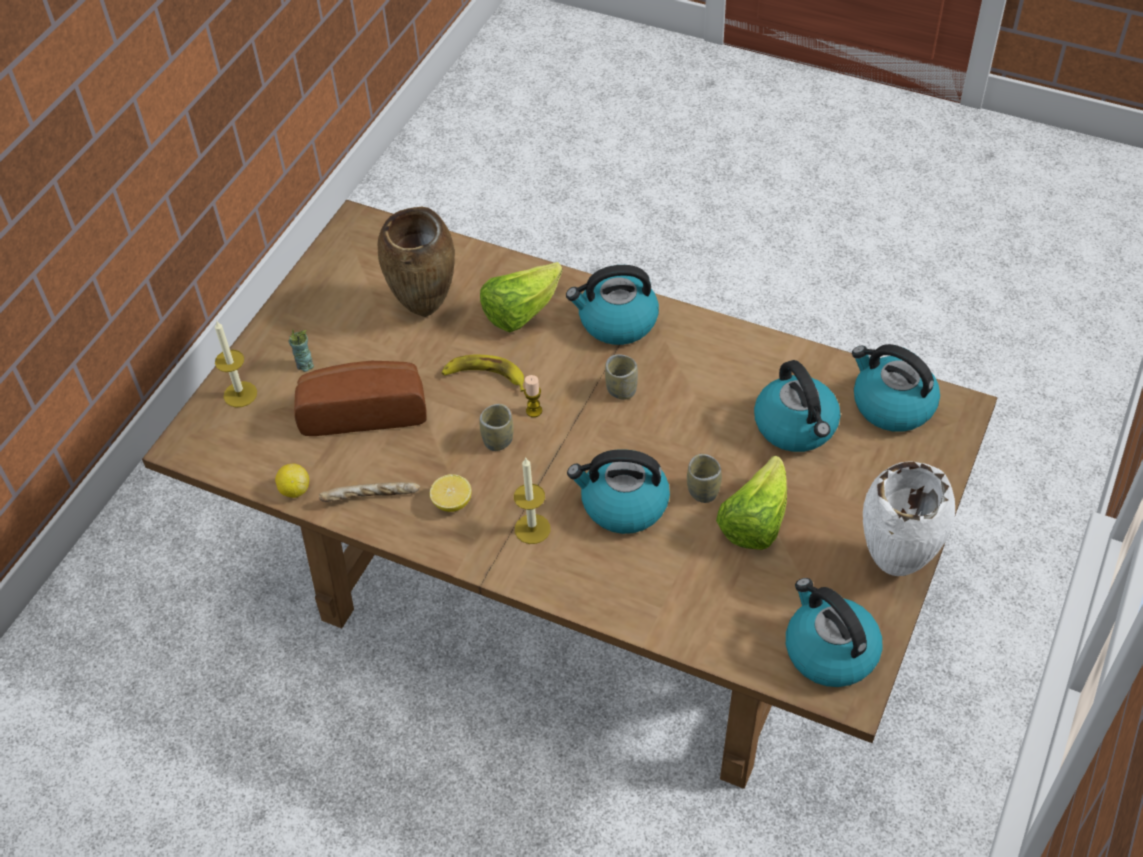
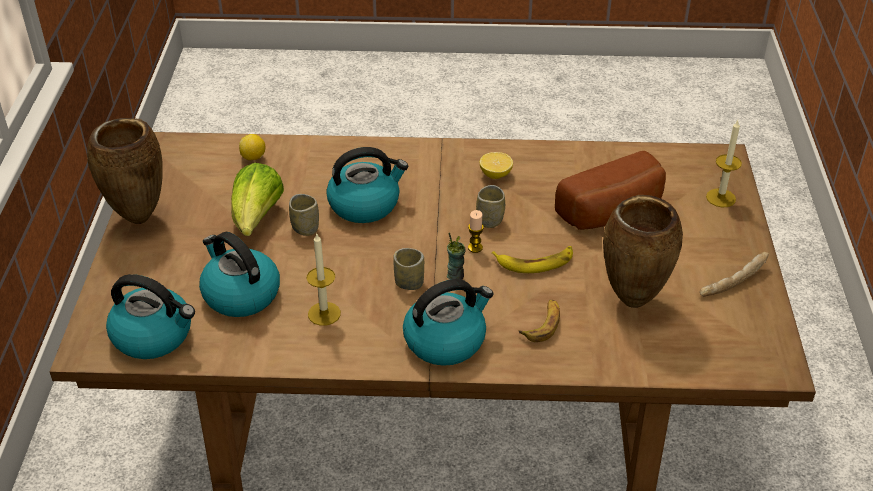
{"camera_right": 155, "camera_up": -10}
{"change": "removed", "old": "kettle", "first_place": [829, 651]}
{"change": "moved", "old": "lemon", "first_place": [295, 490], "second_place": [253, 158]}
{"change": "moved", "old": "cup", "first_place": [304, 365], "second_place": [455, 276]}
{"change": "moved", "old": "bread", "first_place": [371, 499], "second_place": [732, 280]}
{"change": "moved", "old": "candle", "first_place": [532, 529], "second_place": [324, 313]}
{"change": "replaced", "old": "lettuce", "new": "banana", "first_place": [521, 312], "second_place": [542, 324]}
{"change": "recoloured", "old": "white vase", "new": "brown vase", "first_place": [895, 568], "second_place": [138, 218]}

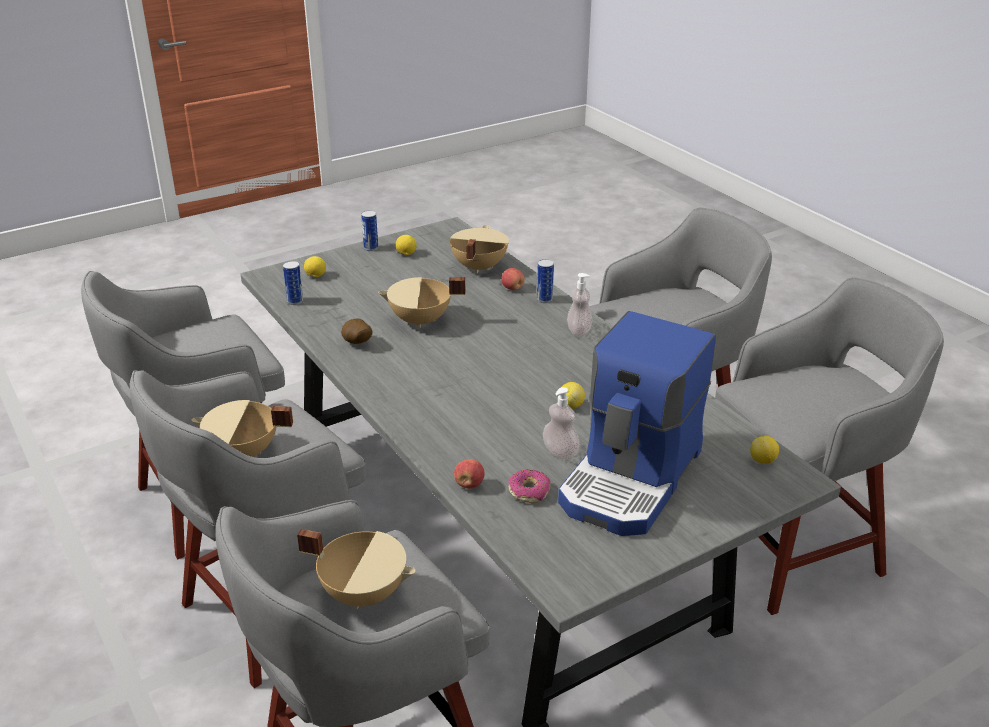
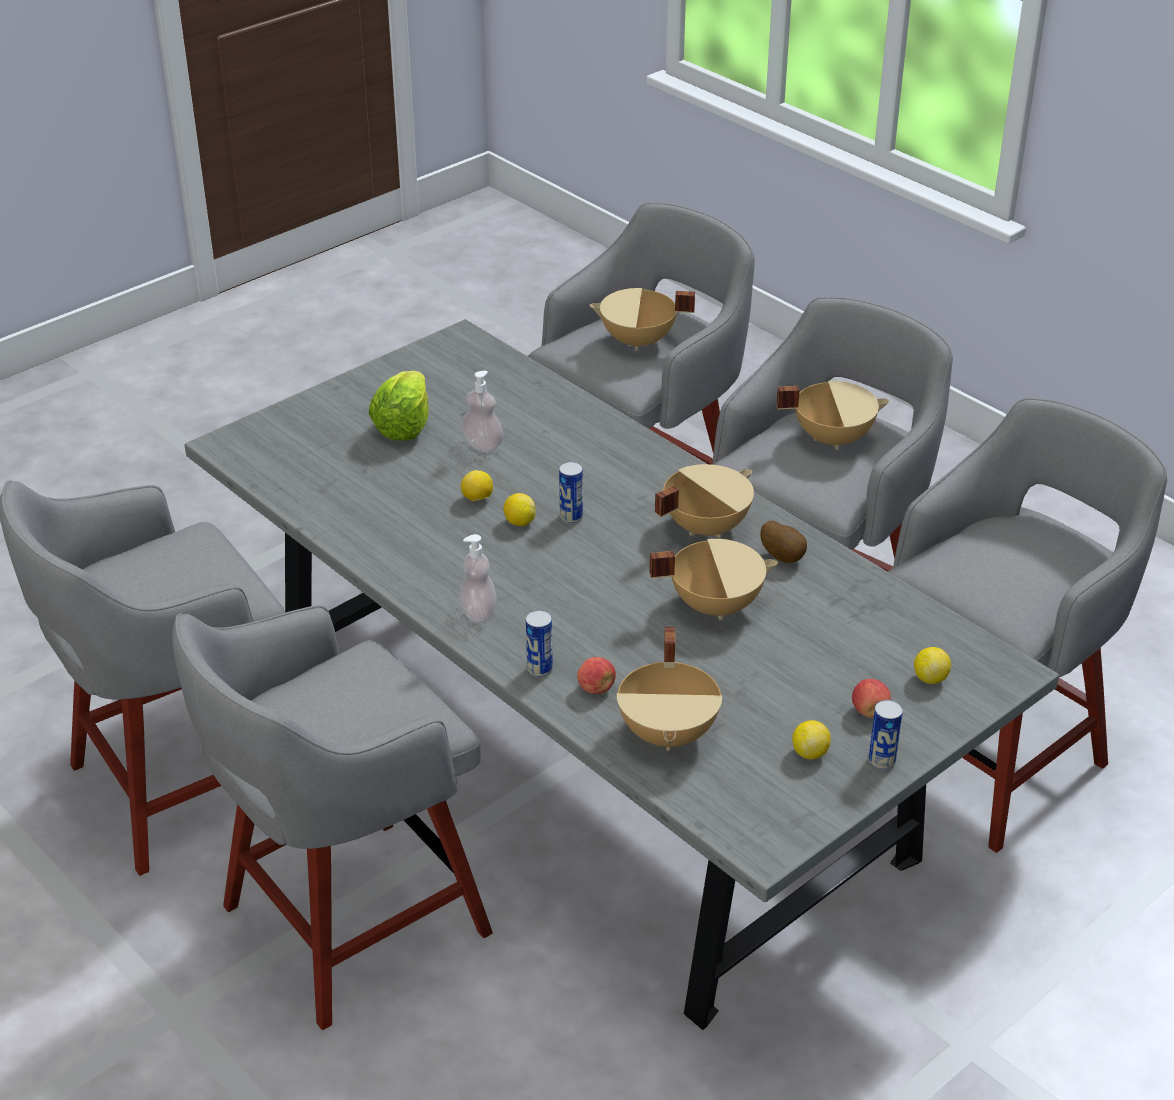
{"camera_right": 170, "camera_up": 5}
{"change": "removed", "old": "donut", "first_place": [529, 491]}
{"change": "added", "new": "beige cooking pot", "second_place": [704, 527]}
{"change": "moved", "old": "can", "first_place": [295, 301], "second_place": [571, 517]}
{"change": "moved", "old": "apple", "first_place": [469, 484], "second_place": [869, 711]}
{"change": "moved", "old": "lemon", "first_place": [762, 461], "second_place": [519, 522]}
{"change": "replaced", "old": "coffee machine", "new": "lettuce", "first_place": [632, 479], "second_place": [404, 426]}

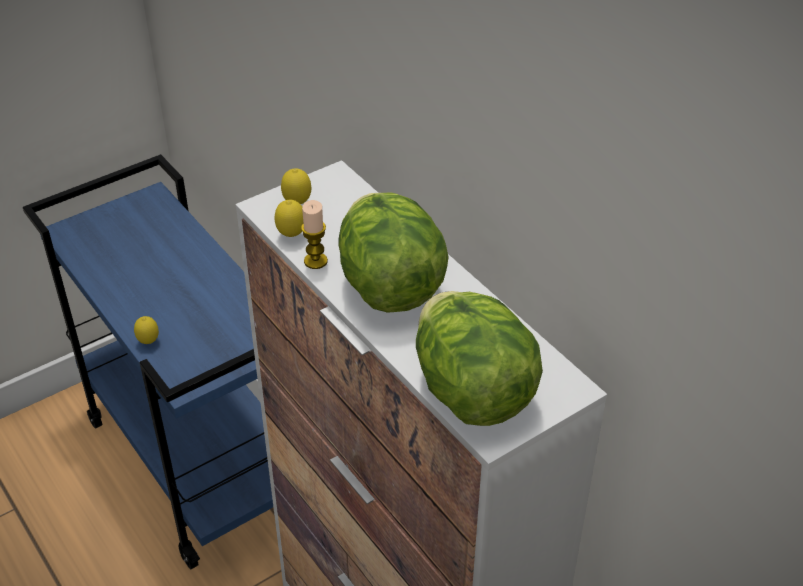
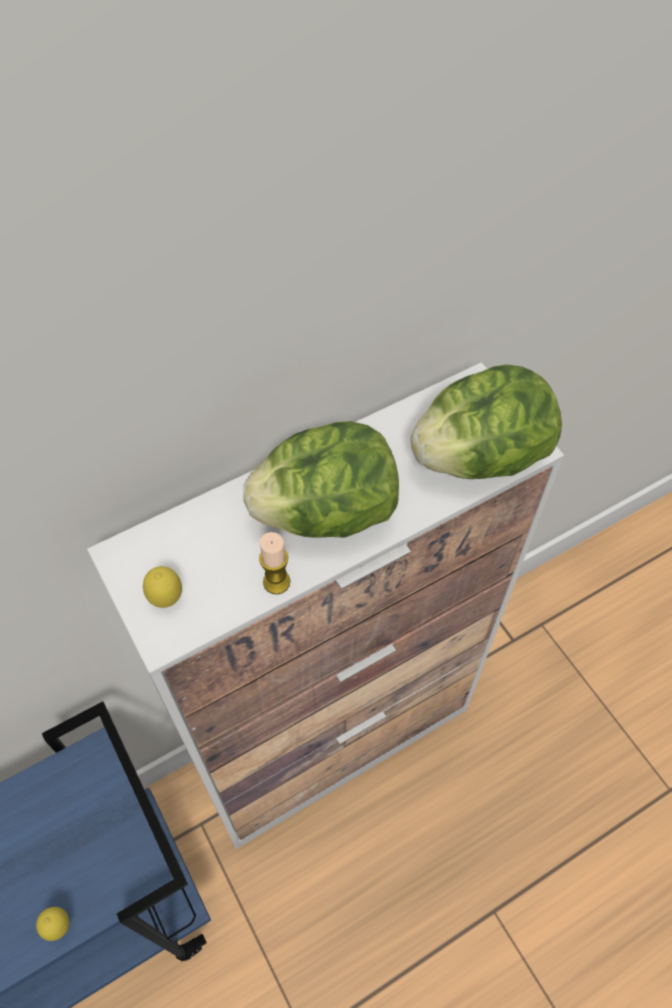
{"camera_right": -85, "camera_up": 15}
{"change": "removed", "old": "lemon", "first_place": [291, 236]}

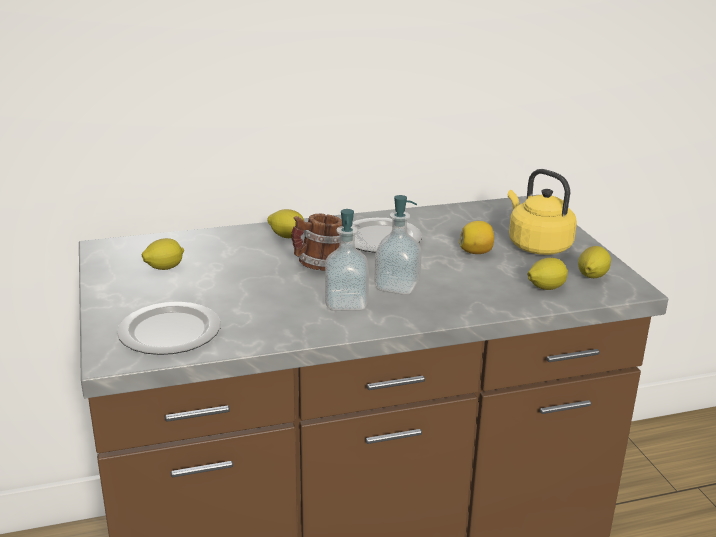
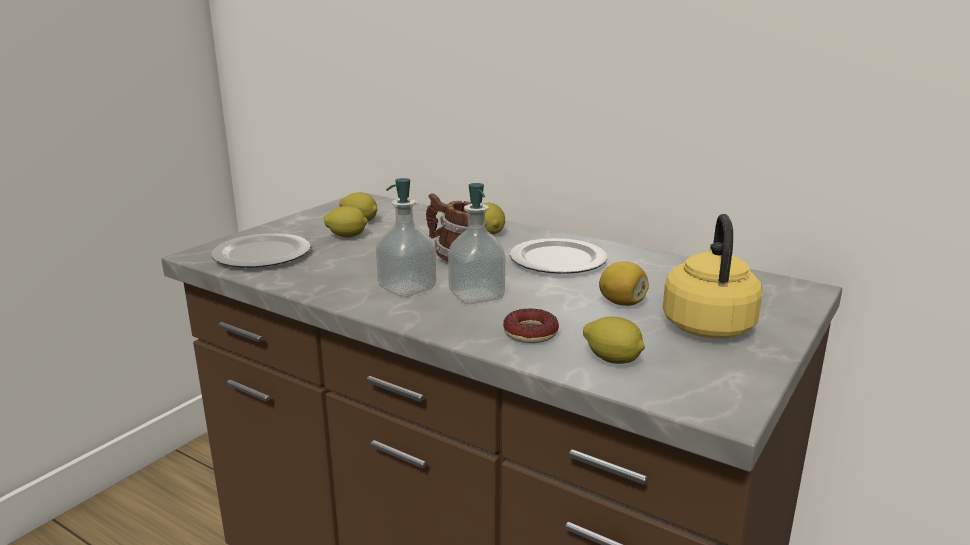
{"camera_right": 50, "camera_up": -5}
{"change": "added", "new": "donut", "second_place": [530, 333]}
{"change": "moved", "old": "lemon", "first_place": [591, 276], "second_place": [347, 236]}

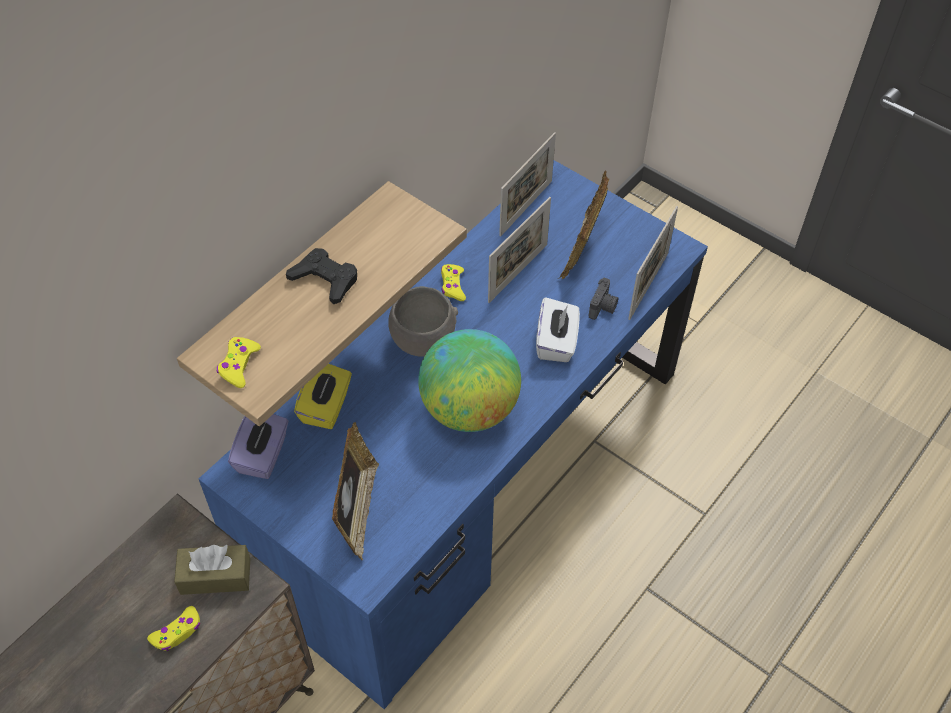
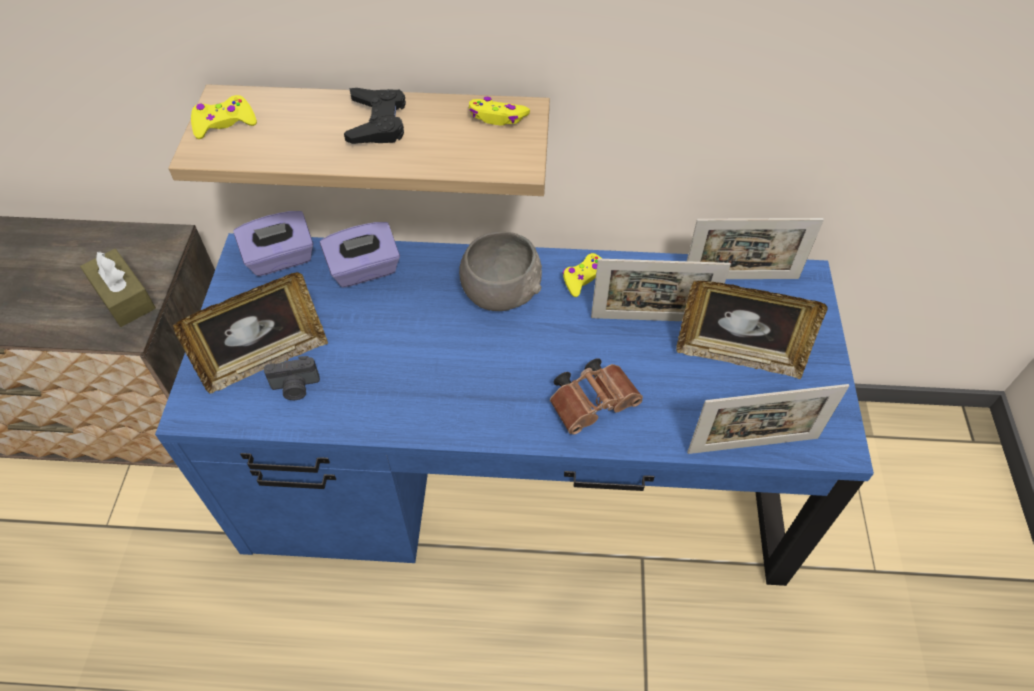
{"camera_right": 55, "camera_up": 0}
{"change": "removed", "old": "globe", "first_place": [469, 408]}
{"change": "moved", "old": "yellow game controller", "first_place": [177, 632], "second_place": [497, 117]}
{"change": "moved", "old": "photo camera", "first_place": [603, 307], "second_place": [295, 388]}
{"change": "replaced", "old": "white tissue box", "new": "brown binoculars", "first_place": [556, 342], "second_place": [594, 403]}
{"change": "recoloured", "old": "yellow tissue box", "new": "purple tissue box", "first_place": [326, 407], "second_place": [365, 270]}
{"change": "turned", "old": "picture frame", "first_place": [582, 249], "second_place": [738, 355], "degrees": -150}

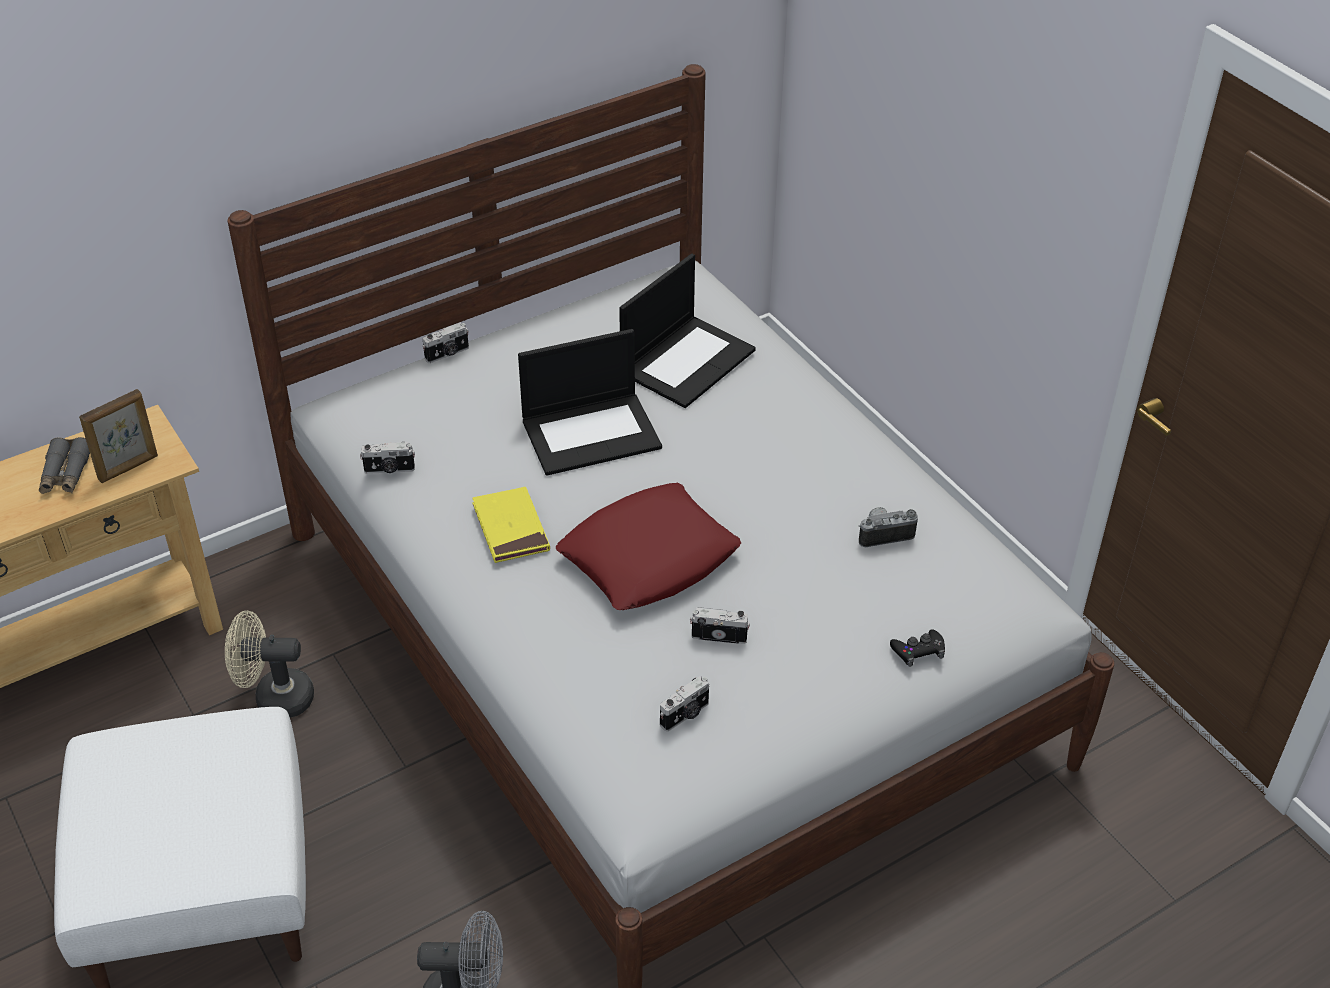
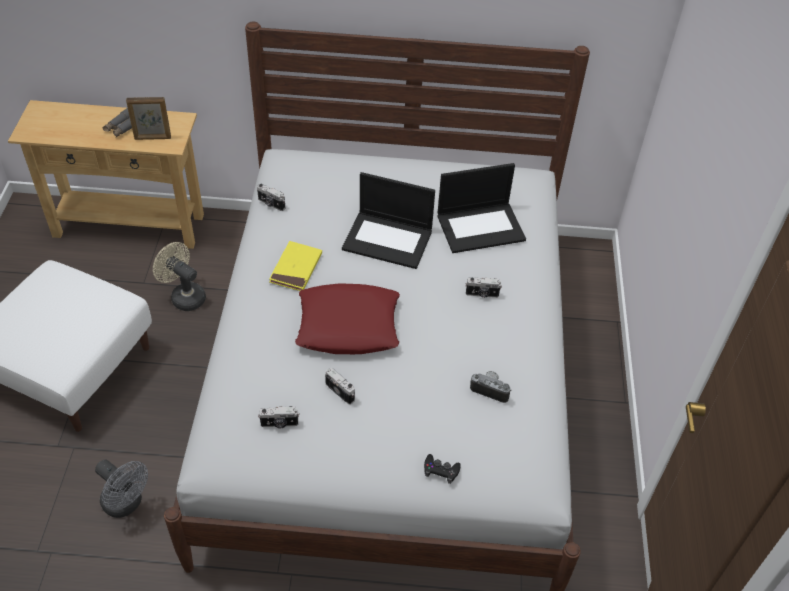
{"camera_right": 35, "camera_up": 5}
{"change": "moved", "old": "photo camera", "first_place": [447, 354], "second_place": [482, 294]}

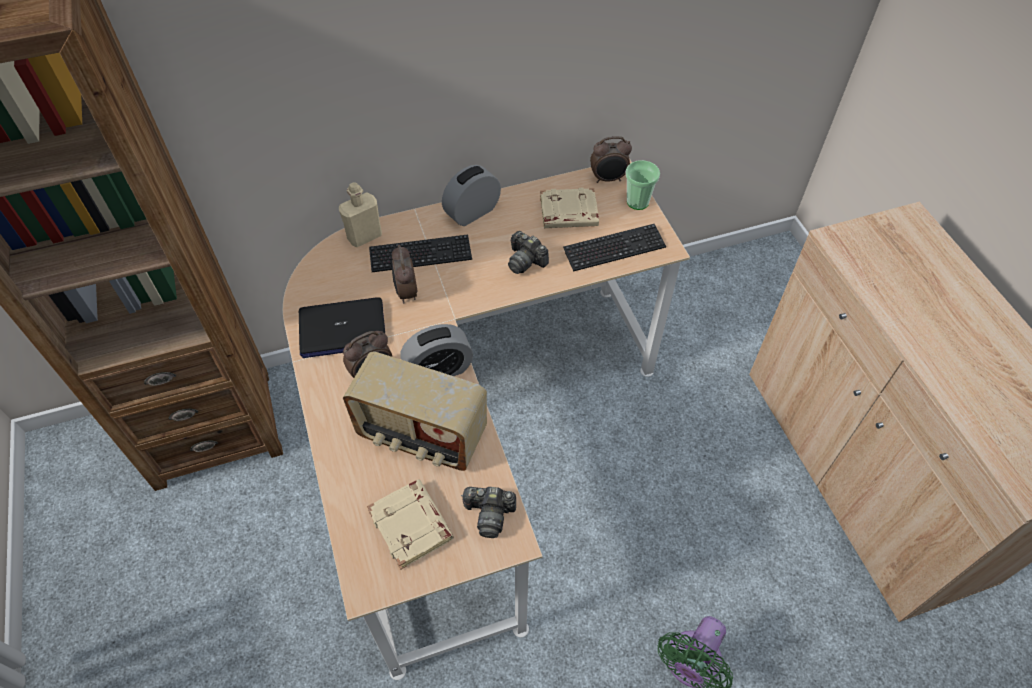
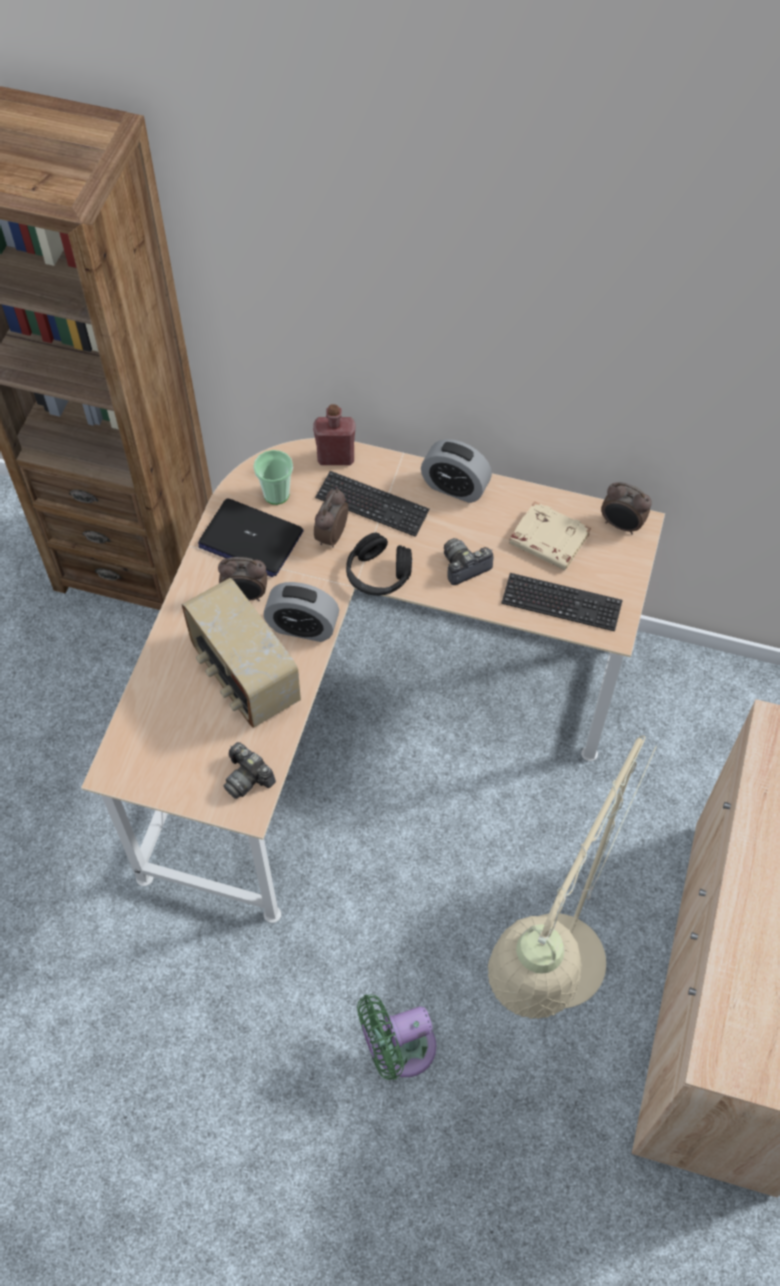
{"camera_right": 35, "camera_up": 5}
{"change": "removed", "old": "beige book", "first_place": [412, 526]}
{"change": "added", "new": "black headphones", "second_place": [378, 574]}
{"change": "added", "new": "beige floor lamp", "second_place": [547, 984]}
{"change": "moved", "old": "cup", "first_place": [637, 202], "second_place": [276, 494]}
{"change": "recoloured", "old": "beige bottle", "new": "red bottle", "first_place": [364, 236], "second_place": [336, 457]}
{"change": "turned", "old": "alarm clock", "first_place": [472, 212], "second_place": [455, 487], "degrees": -150}
{"change": "turned", "old": "photo camera", "first_place": [525, 261], "second_place": [464, 566], "degrees": 75}

